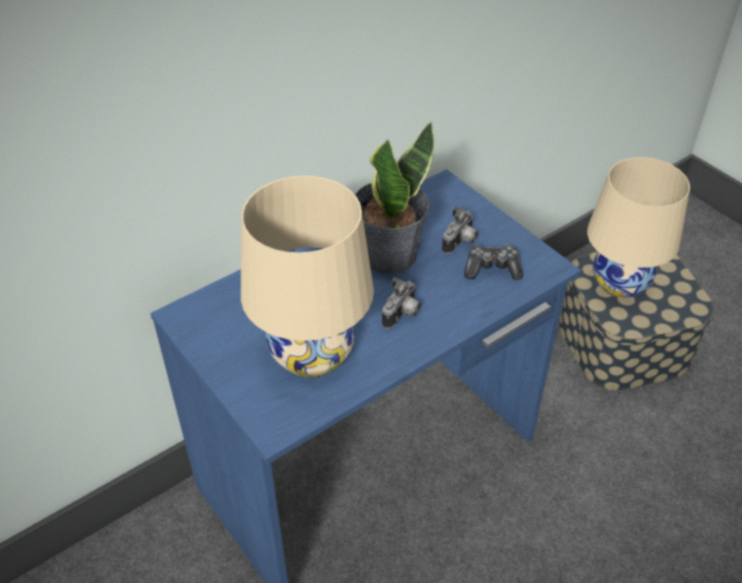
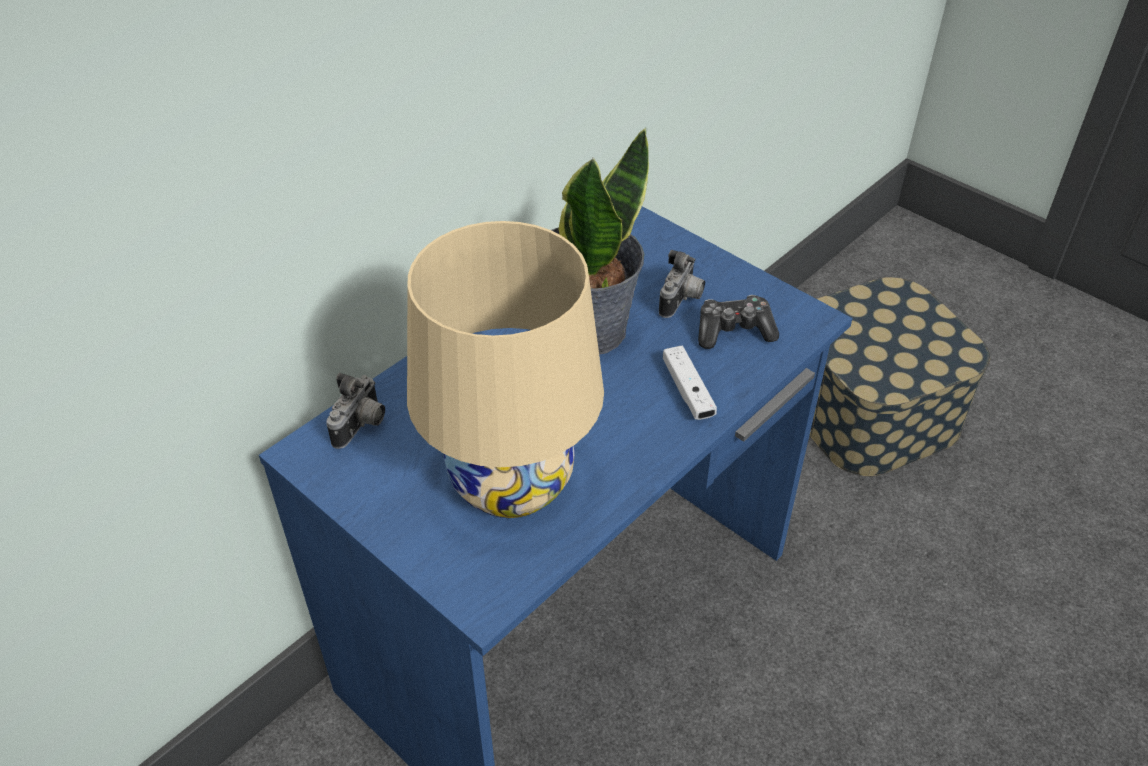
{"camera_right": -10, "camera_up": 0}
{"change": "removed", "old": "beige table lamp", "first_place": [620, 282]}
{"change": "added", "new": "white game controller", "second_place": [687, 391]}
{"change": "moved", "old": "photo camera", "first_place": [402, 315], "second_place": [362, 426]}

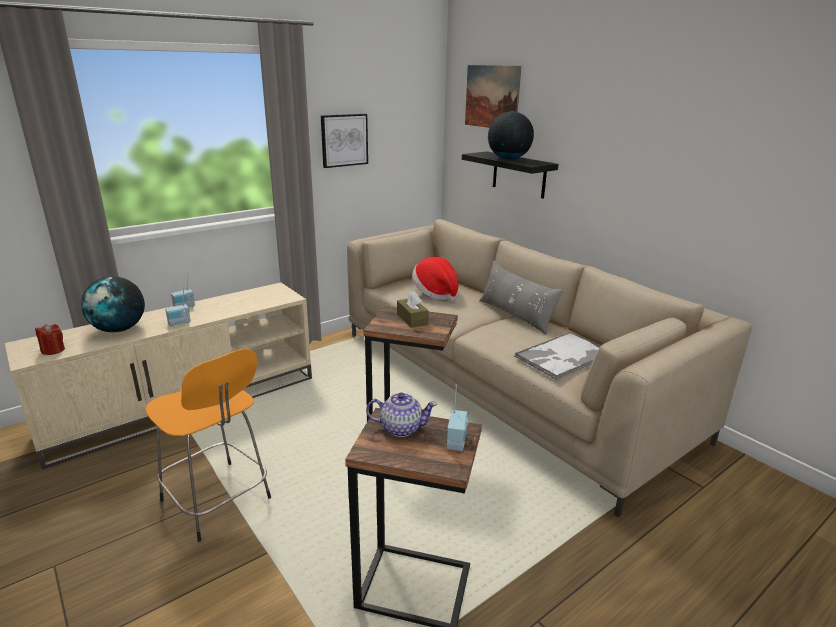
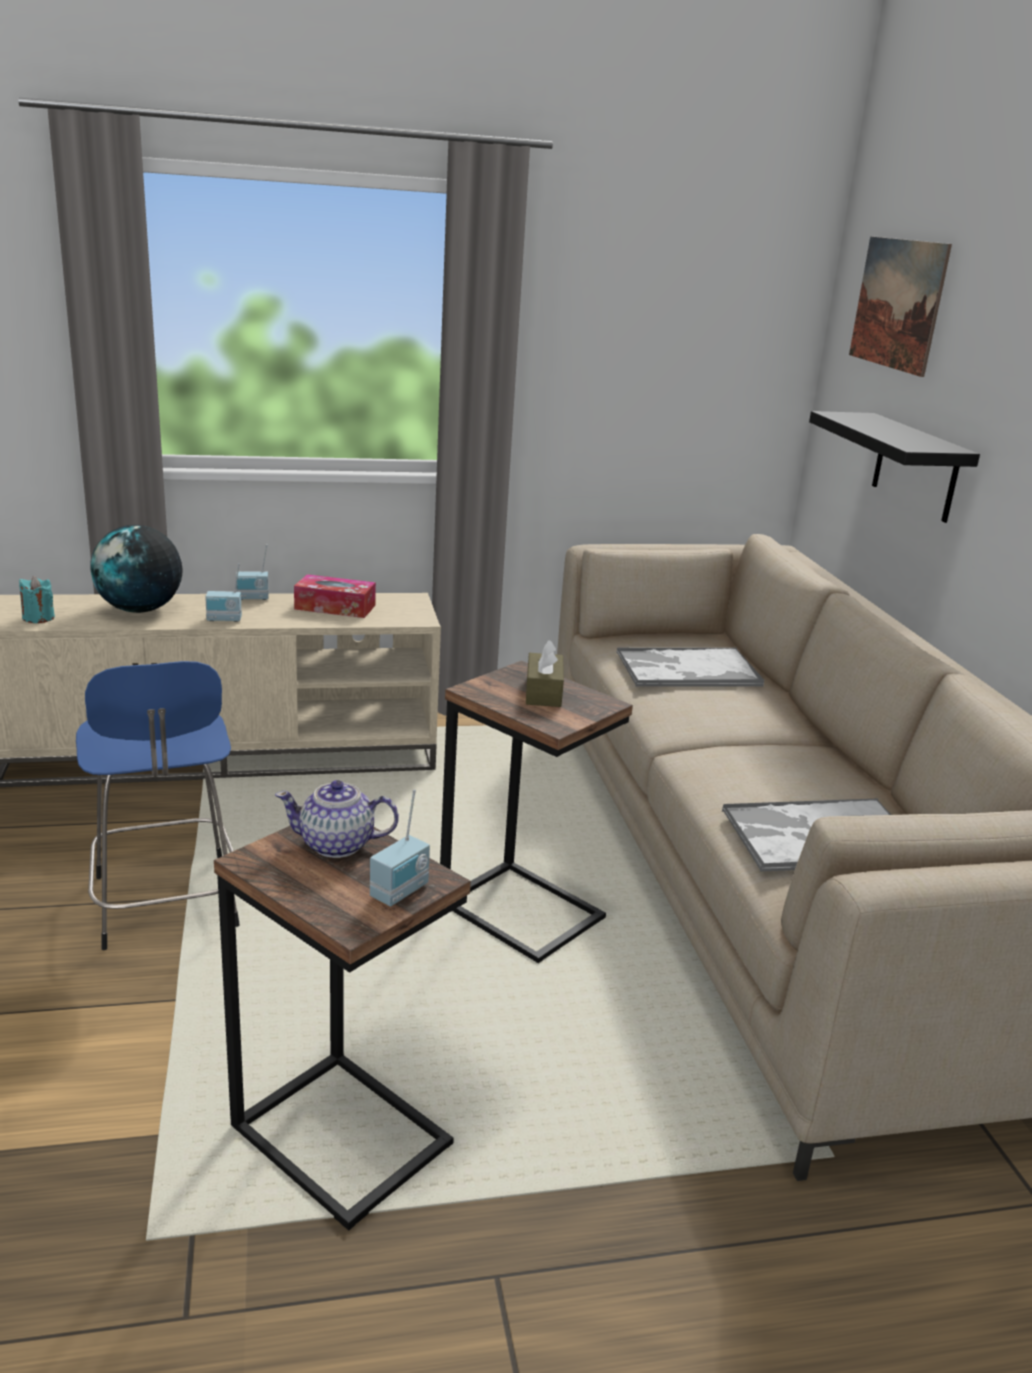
{"camera_right": 25, "camera_up": 0}
{"change": "removed", "old": "picture", "first_place": [344, 140]}
{"change": "removed", "old": "grey pillow", "first_place": [515, 315]}
{"change": "removed", "old": "globe", "first_place": [508, 159]}
{"change": "added", "new": "tissue box", "second_place": [335, 607]}
{"change": "replaced", "old": "hat", "new": "tray", "first_place": [436, 293], "second_place": [686, 670]}
{"change": "recoloured", "old": "red candle", "new": "turquoise candle", "first_place": [53, 350], "second_place": [38, 618]}
{"change": "recoloured", "old": "orange stool", "new": "blue stool", "first_place": [218, 501], "second_place": [166, 905]}
{"change": "turned", "old": "teapot", "first_place": [400, 428], "second_place": [337, 845], "degrees": 150}

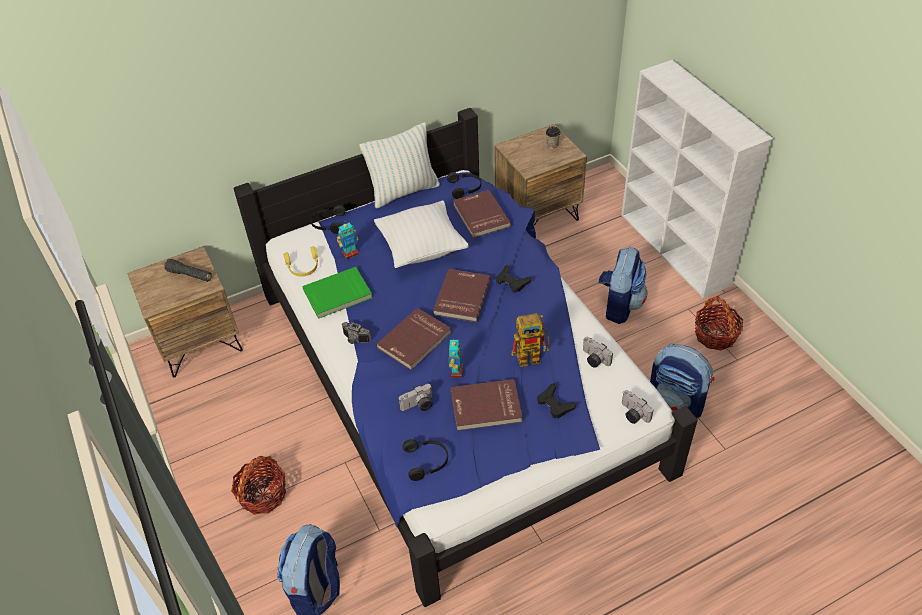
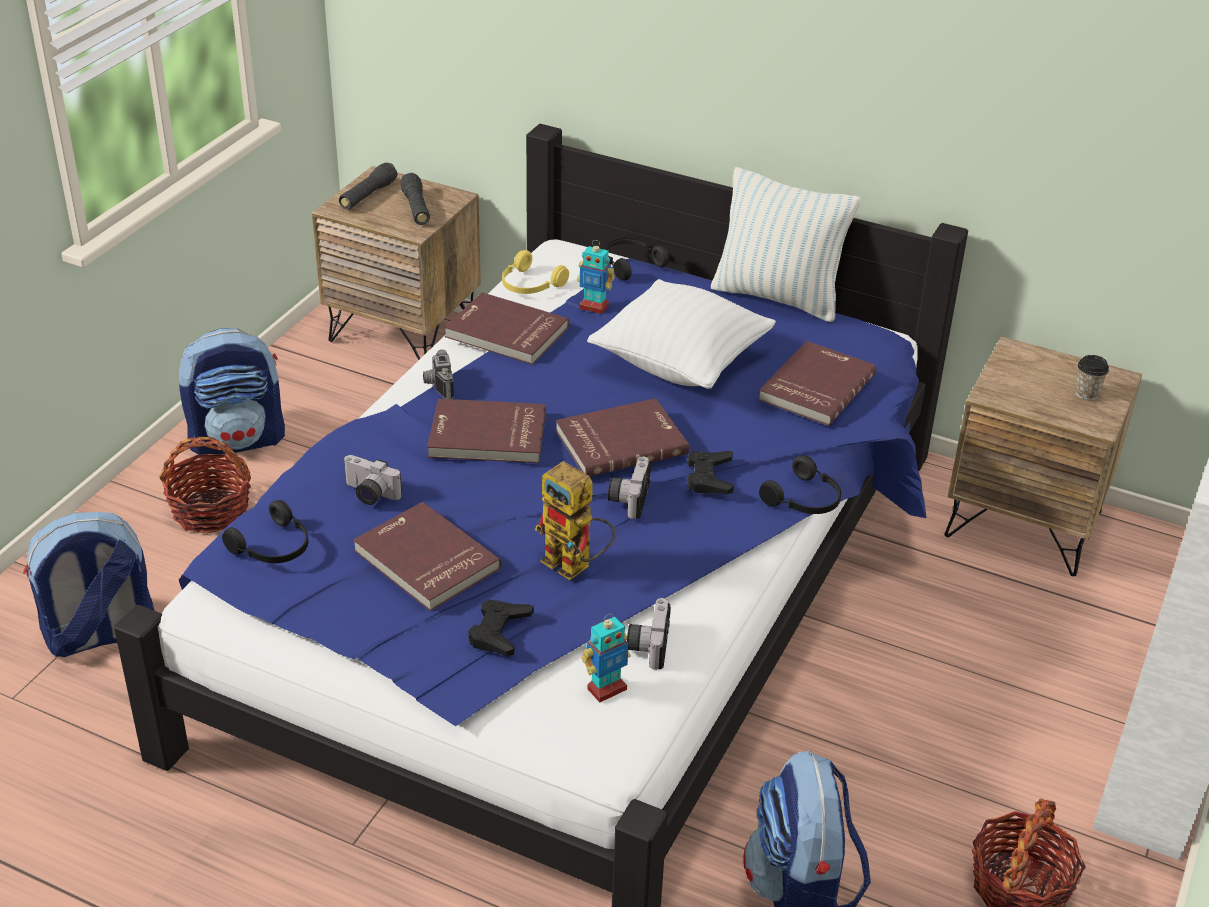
{"camera_right": 50, "camera_up": -10}
{"change": "added", "new": "black flashlight", "second_place": [368, 196]}
{"change": "moved", "old": "black headphones", "first_place": [465, 188], "second_place": [804, 500]}
{"change": "moved", "old": "toy robot", "first_place": [456, 371], "second_place": [606, 689]}
{"change": "moved", "old": "backpack", "first_place": [619, 305], "second_place": [238, 439]}
{"change": "moved", "old": "photo camera", "first_place": [632, 414], "second_place": [628, 498]}
{"change": "recoloured", "old": "green book", "new": "red book", "first_place": [338, 295], "second_place": [506, 333]}

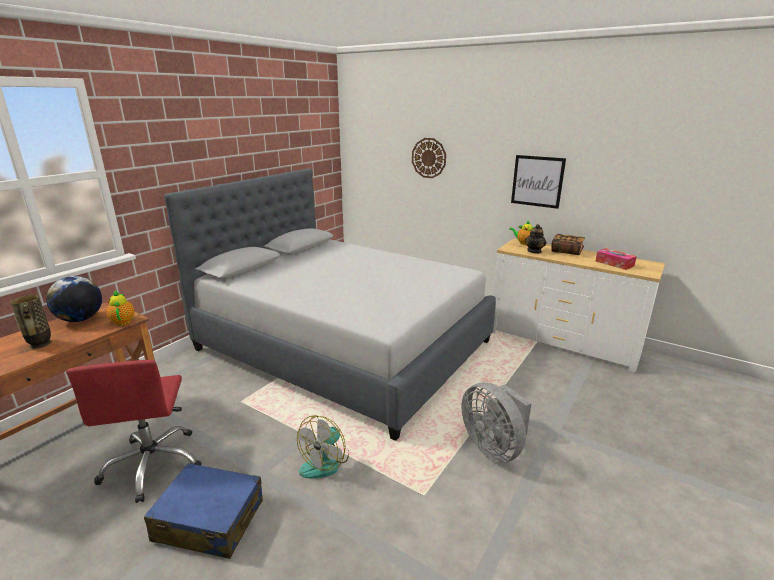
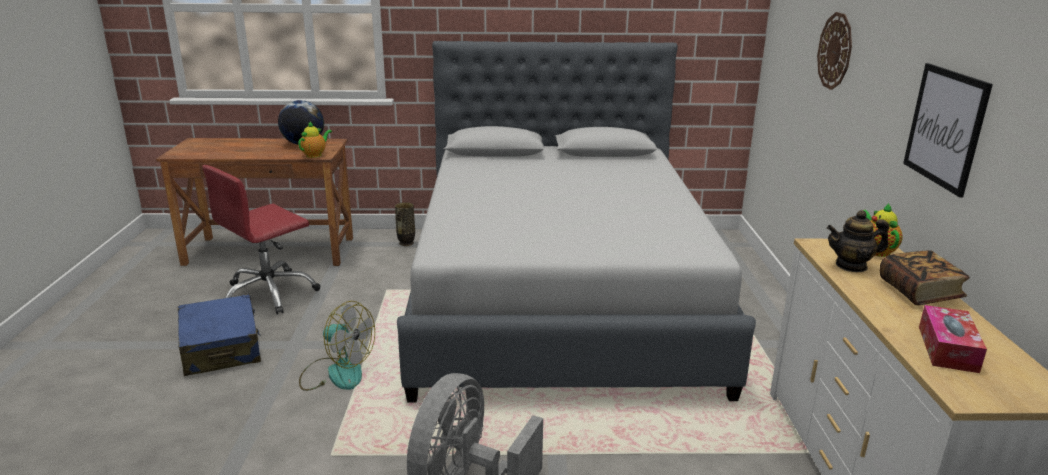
{"camera_right": 55, "camera_up": 0}
{"change": "moved", "old": "vase", "first_place": [40, 344], "second_place": [406, 243]}
{"change": "turned", "old": "fan", "first_place": [325, 462], "second_place": [336, 373], "degrees": -150}

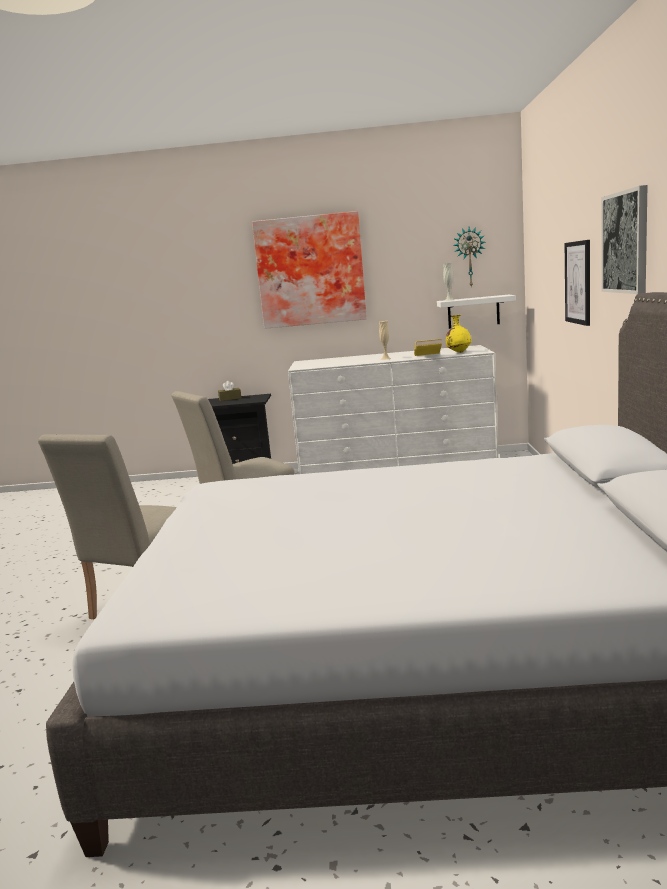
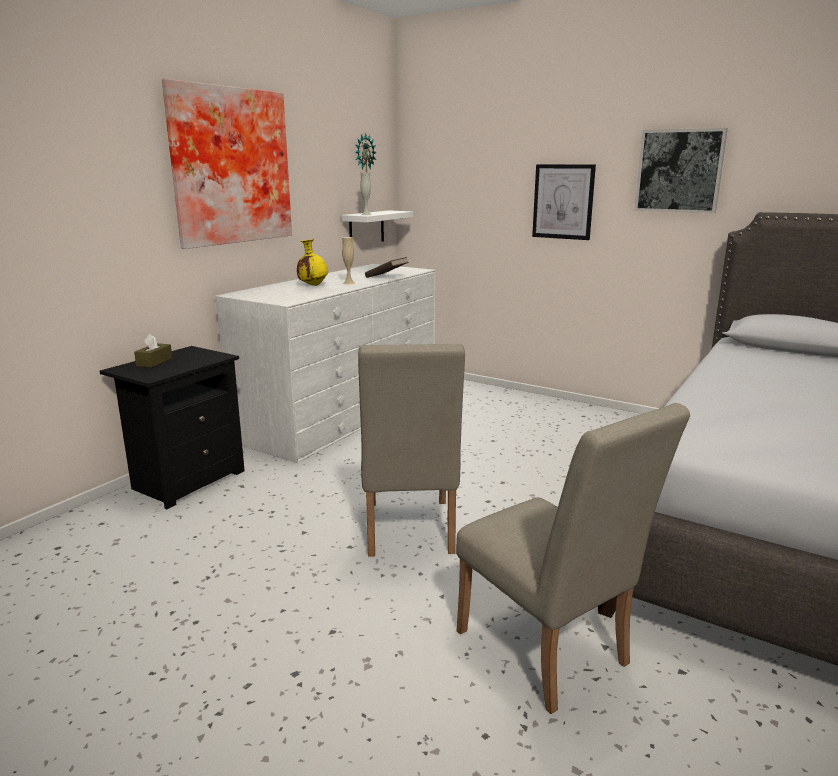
{"camera_right": -60, "camera_up": 5}
{"change": "moved", "old": "yellow vase", "first_place": [459, 352], "second_place": [313, 285]}
{"change": "recoloured", "old": "yellow book", "new": "brown book", "first_place": [428, 356], "second_place": [386, 277]}

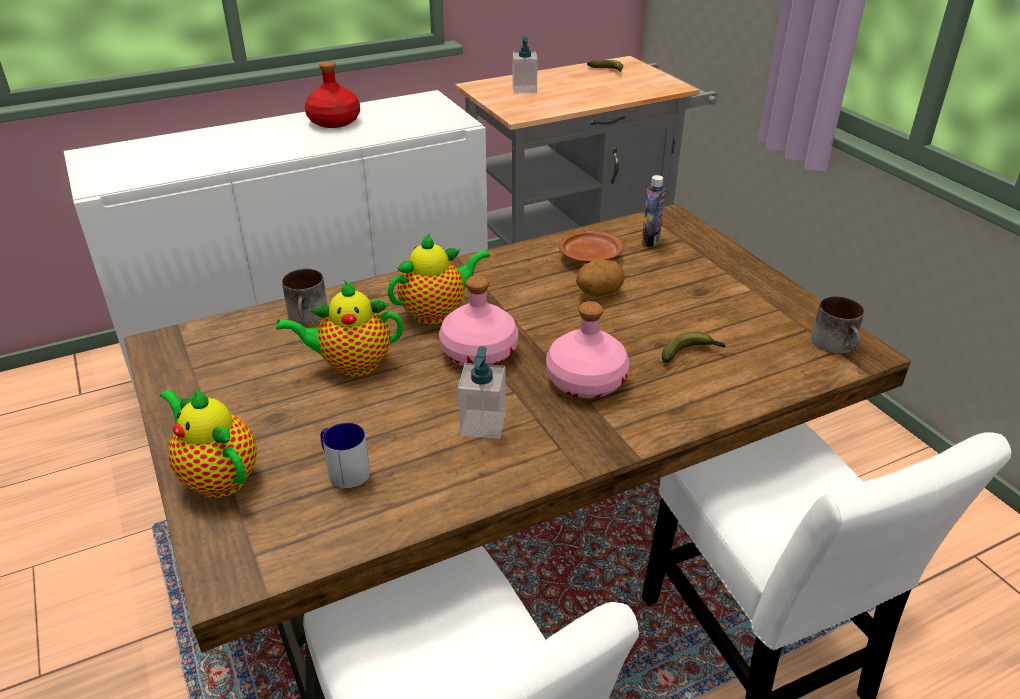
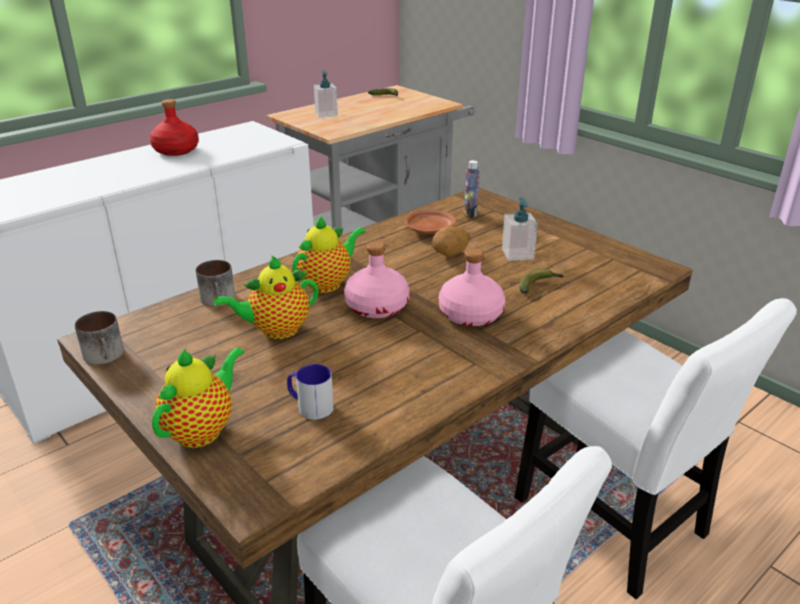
{"camera_right": -15, "camera_up": -5}
{"change": "moved", "old": "soap dispenser", "first_place": [482, 424], "second_place": [517, 254]}
{"change": "moved", "old": "mug", "first_place": [837, 345], "second_place": [106, 356]}
{"change": "turned", "old": "teapot", "first_place": [217, 477], "second_place": [203, 430], "degrees": 90}

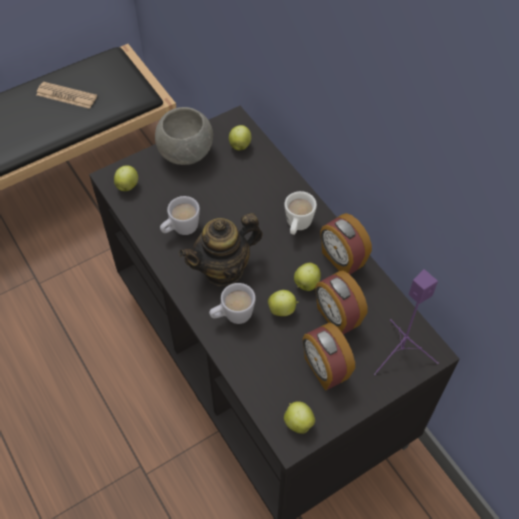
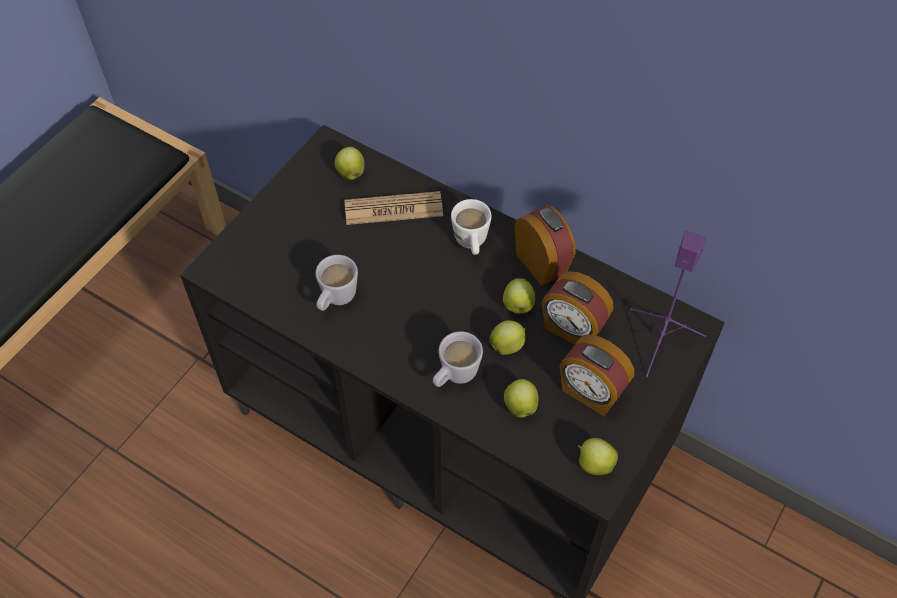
{"camera_right": -25, "camera_up": 0}
{"change": "removed", "old": "grey bowl", "first_place": [186, 152]}
{"change": "removed", "old": "teapot", "first_place": [223, 269]}
{"change": "moved", "old": "newspaper", "first_place": [66, 96], "second_place": [393, 209]}
{"change": "moved", "old": "apple", "first_place": [127, 185], "second_place": [520, 405]}
{"change": "turned", "old": "alarm clock", "first_place": [342, 259], "second_place": [542, 263], "degrees": -150}

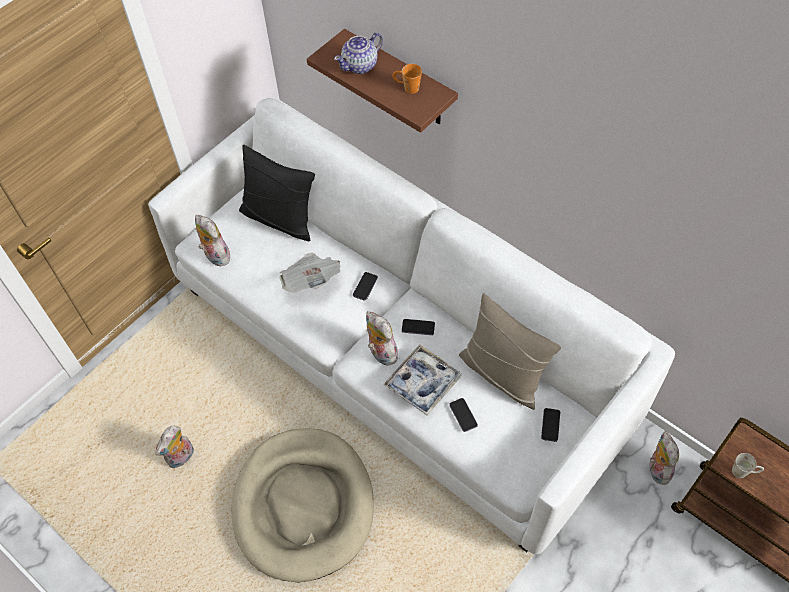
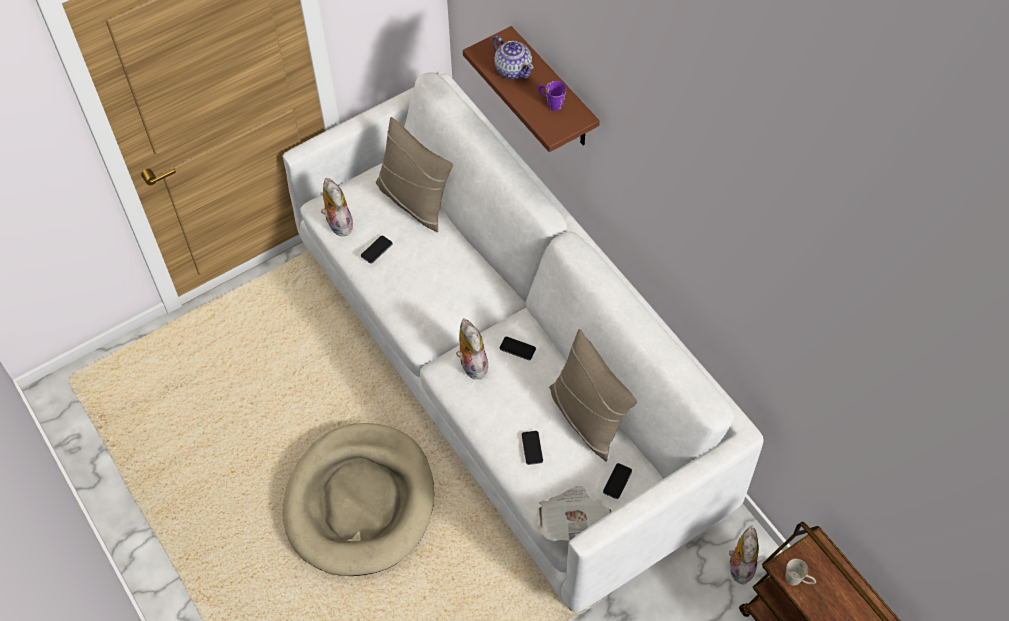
{"camera_right": 15, "camera_up": 0}
{"change": "removed", "old": "plush toy", "first_place": [181, 458]}
{"change": "removed", "old": "tray", "first_place": [423, 383]}
{"change": "moved", "old": "newspaper", "first_place": [311, 281], "second_place": [572, 523]}
{"change": "moved", "old": "phone", "first_place": [365, 287], "second_place": [376, 250]}
{"change": "recoloured", "old": "black pillow", "new": "beige pillow", "first_place": [280, 218], "second_place": [414, 201]}
{"change": "recoloured", "old": "orange mug", "new": "purple mug", "first_place": [407, 87], "second_place": [550, 103]}
{"change": "turned", "old": "teapot", "first_place": [360, 65], "second_place": [513, 69], "degrees": -105}

